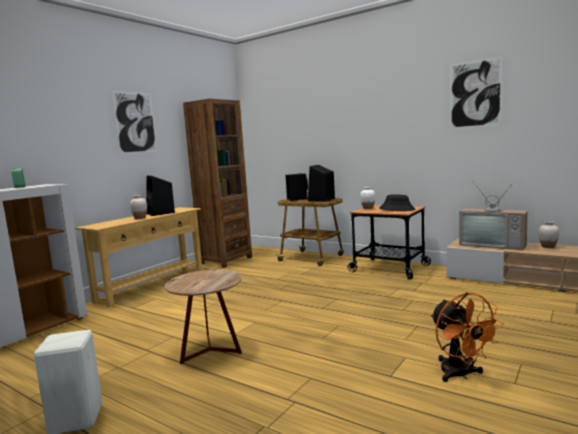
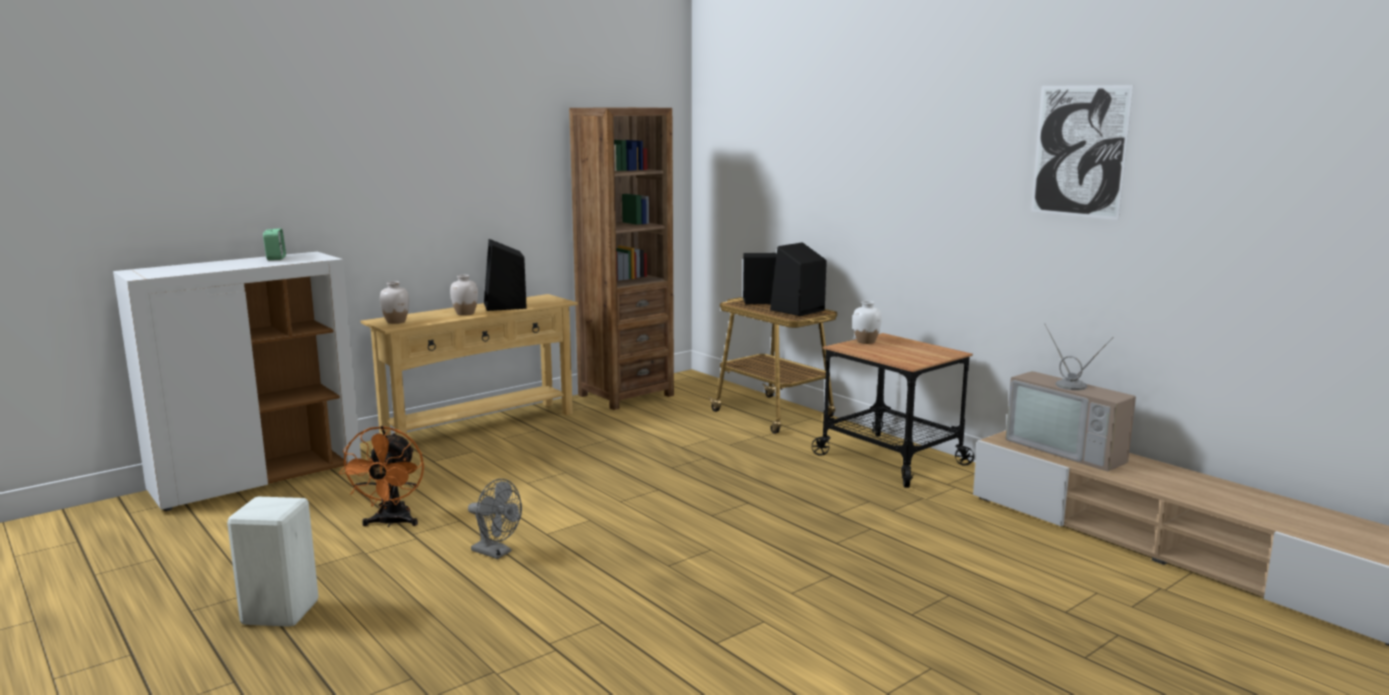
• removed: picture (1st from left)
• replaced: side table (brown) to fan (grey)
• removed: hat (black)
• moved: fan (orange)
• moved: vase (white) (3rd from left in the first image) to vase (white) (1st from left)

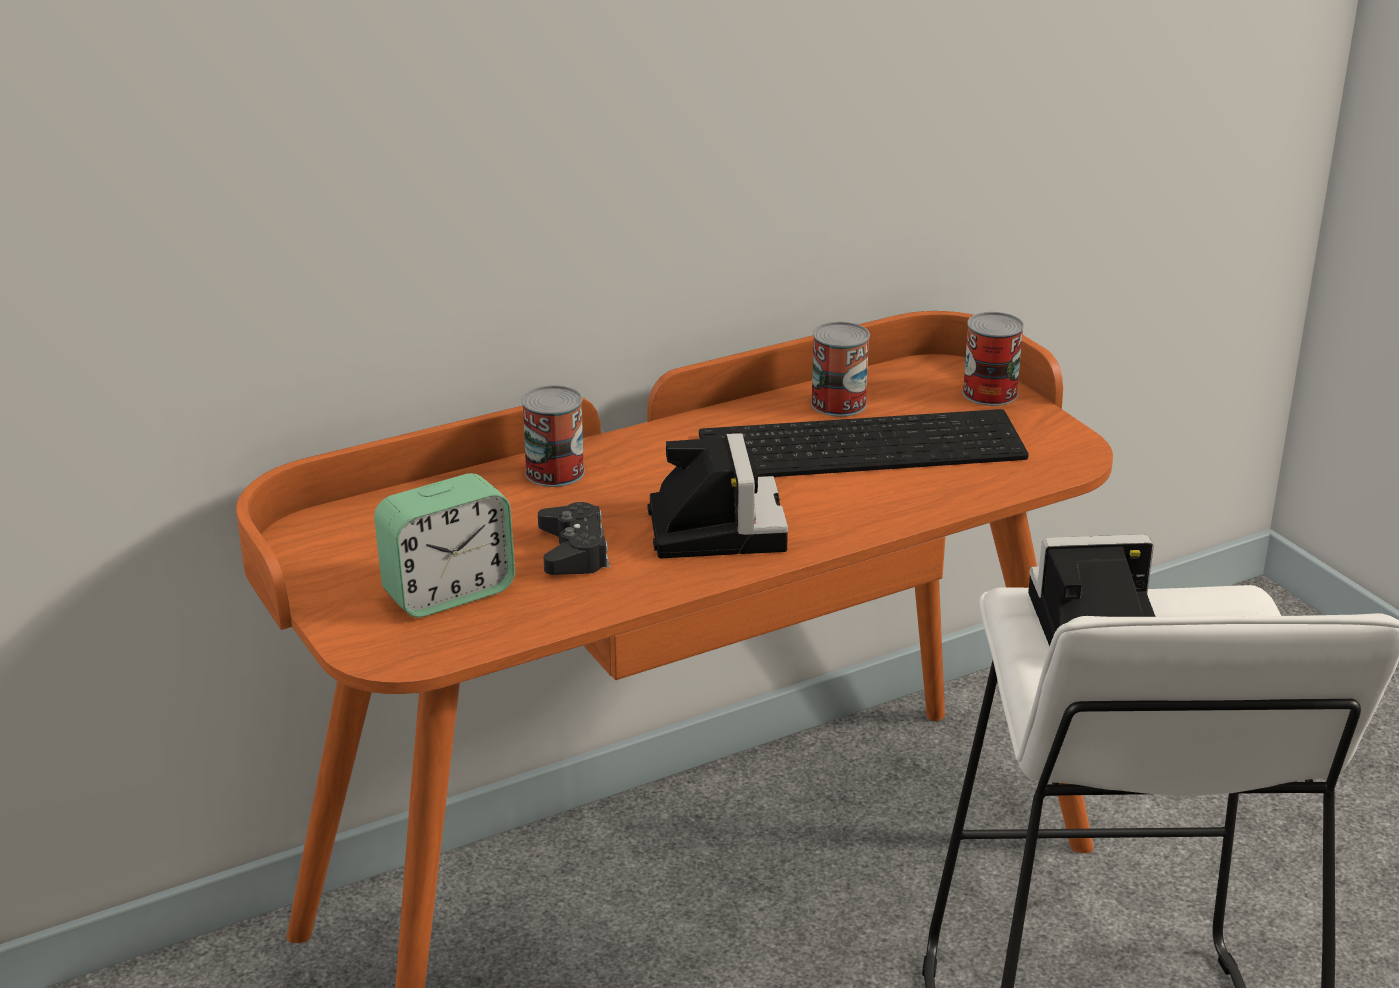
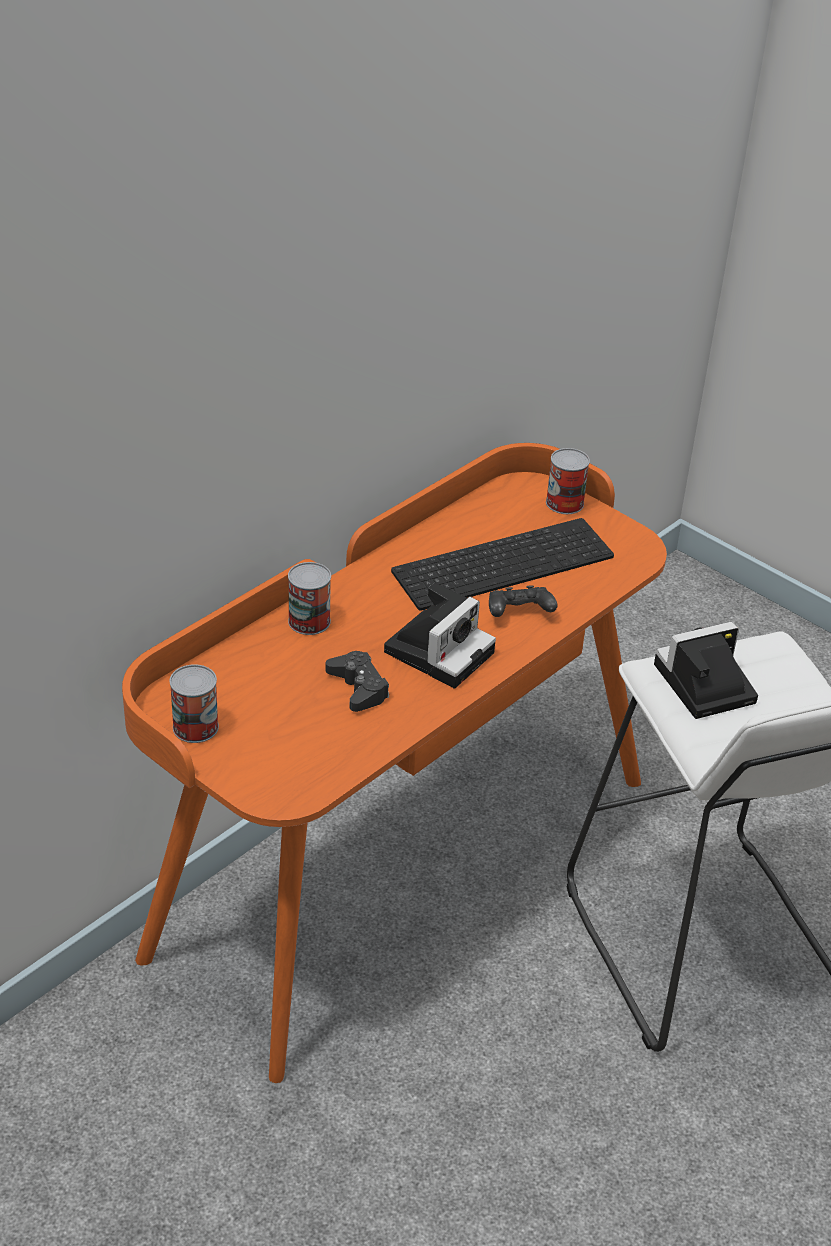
• removed: alarm clock
• turned: photo camera (1st from left) 60 degrees clockwise
• moved: can (2nd from left in the first image) to can (1st from left)
• added: game controller (black) (2nd from left)

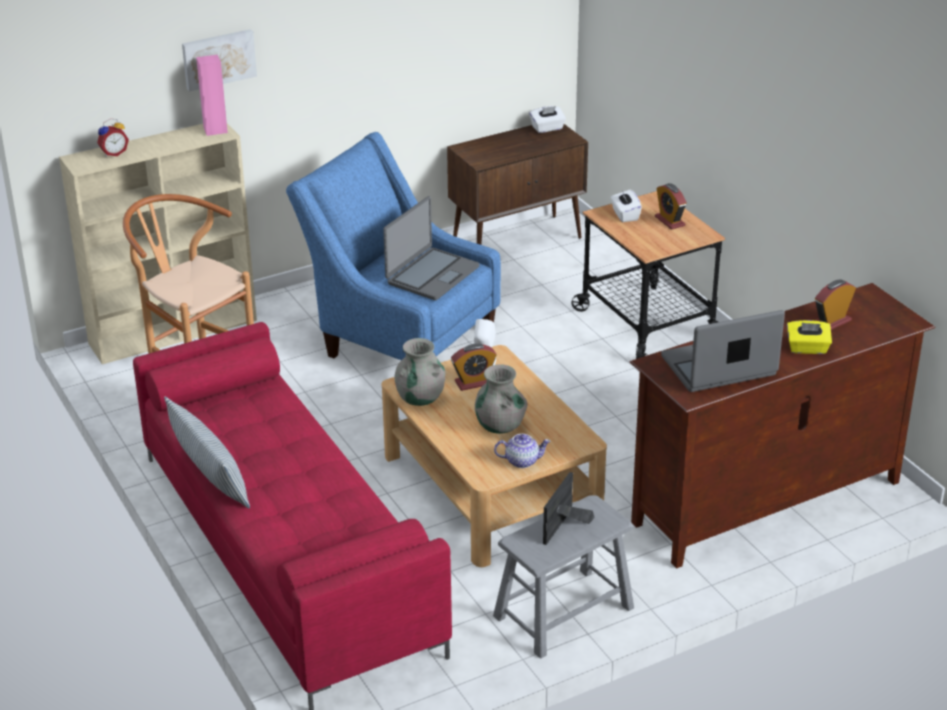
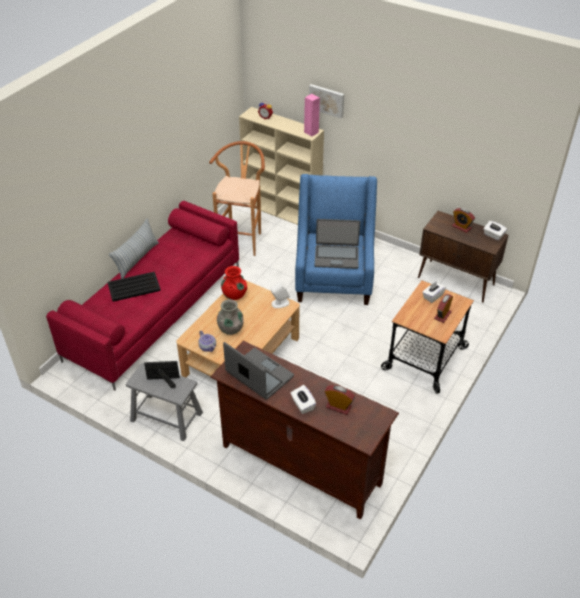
• recoloured: vase (grey) (1st from left) to vase (red)
• moved: alarm clock (2nd from left in the first image) to alarm clock (4th from left)
• recoloured: tissue box (yellow) to tissue box (white) (1st from left)
• added: tray (black)

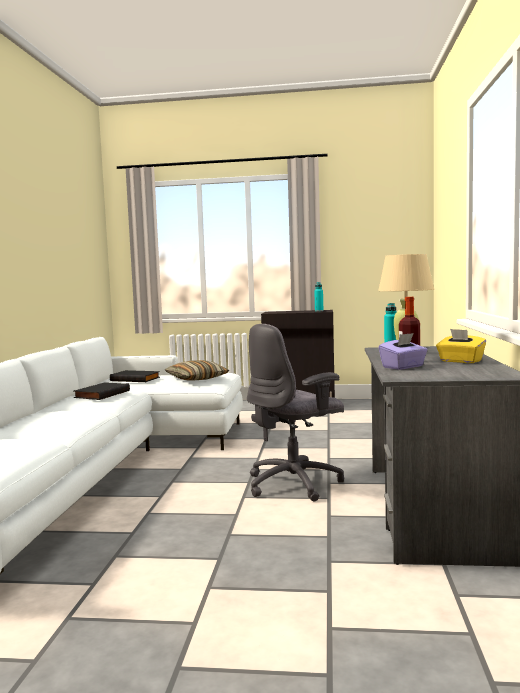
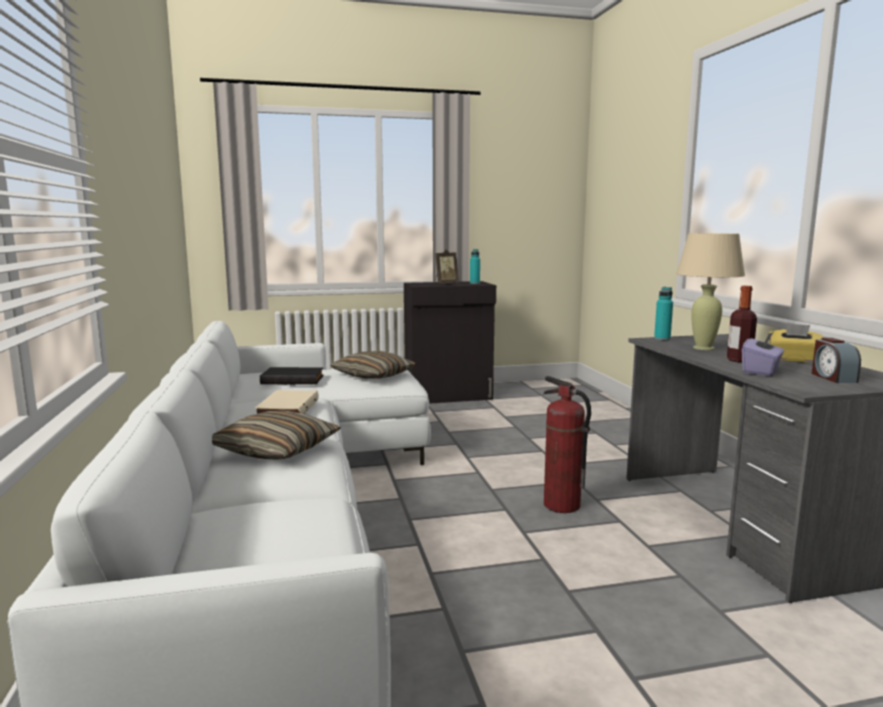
• recoloured: book (black) (1st from left) to book (beige)
• replaced: office chair (grey) to fire extinguisher
• added: pillow (1st from left)
• added: picture frame
• added: alarm clock

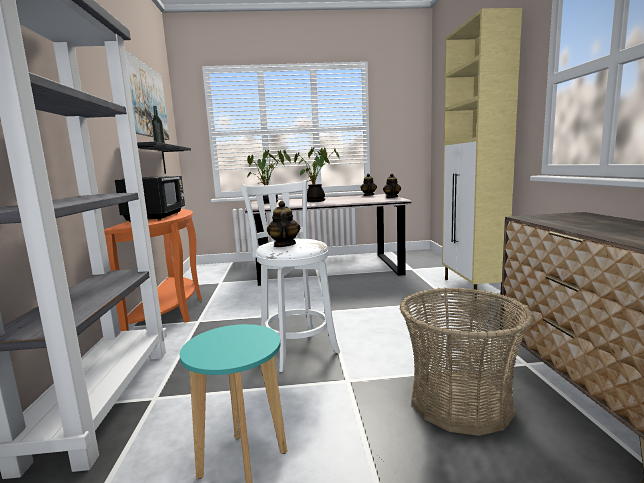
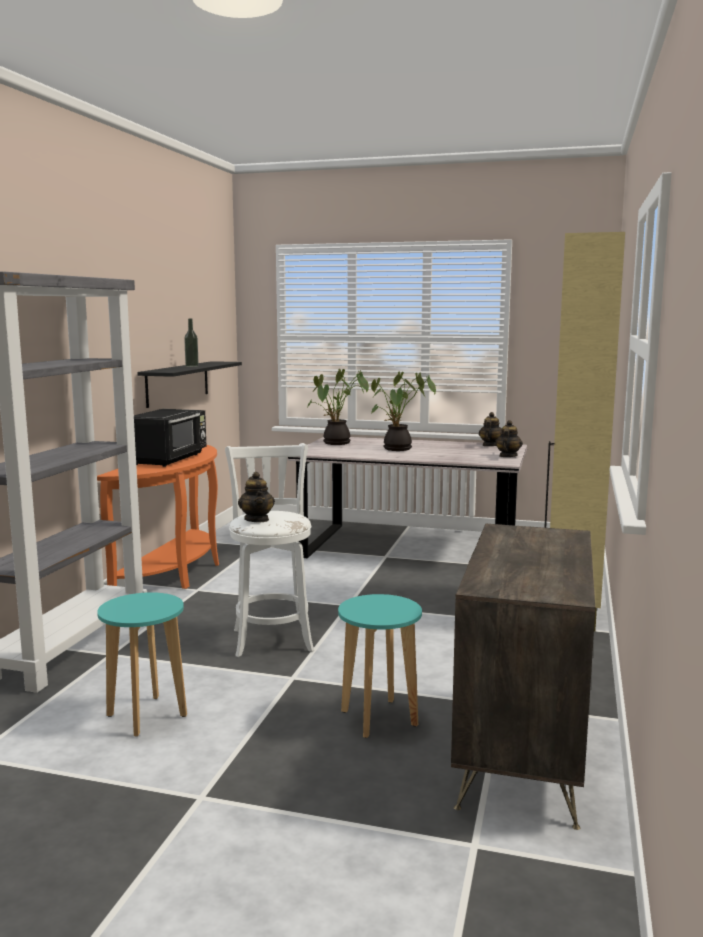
• removed: picture
• turned: teapot (1st from left) 150 degrees clockwise
• replaced: basket to stool (turquoise) (2nd from left)

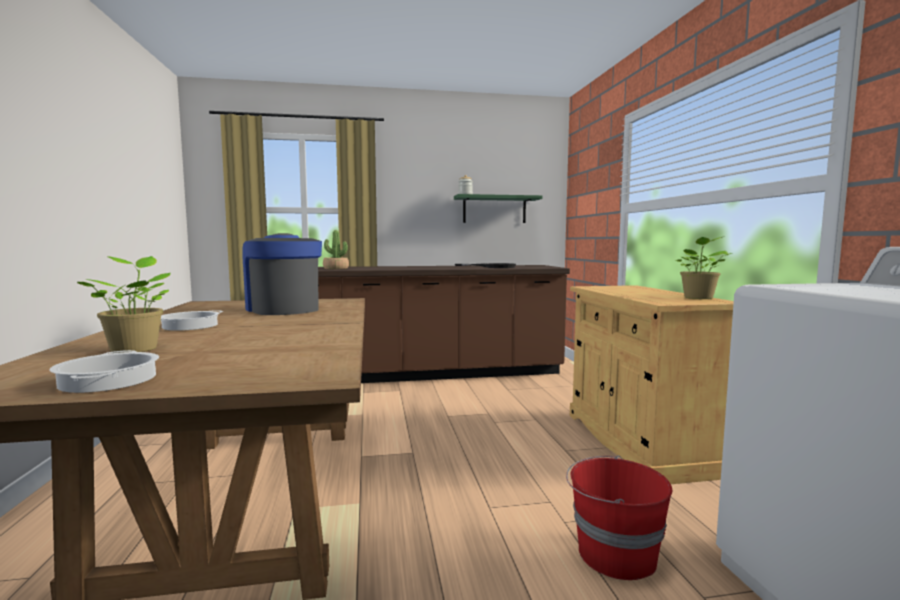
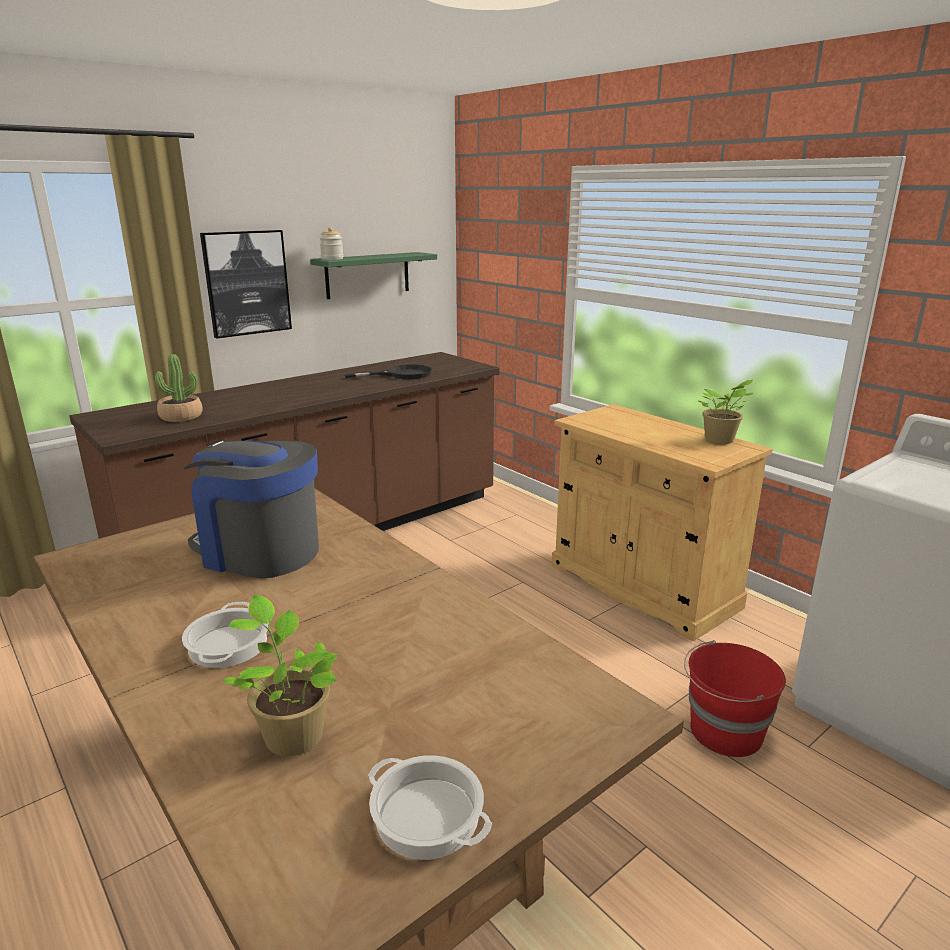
• added: picture

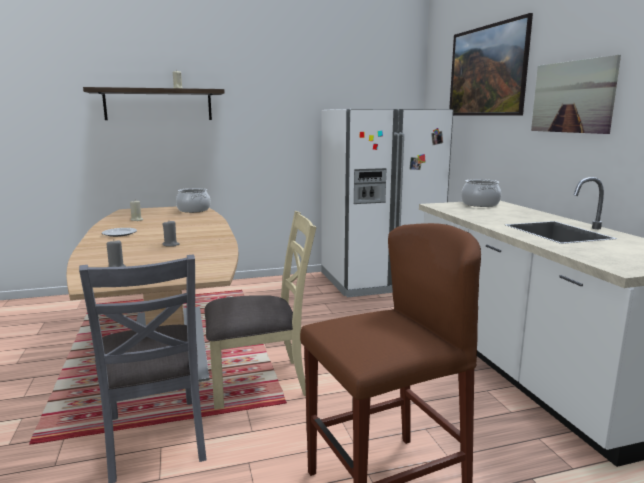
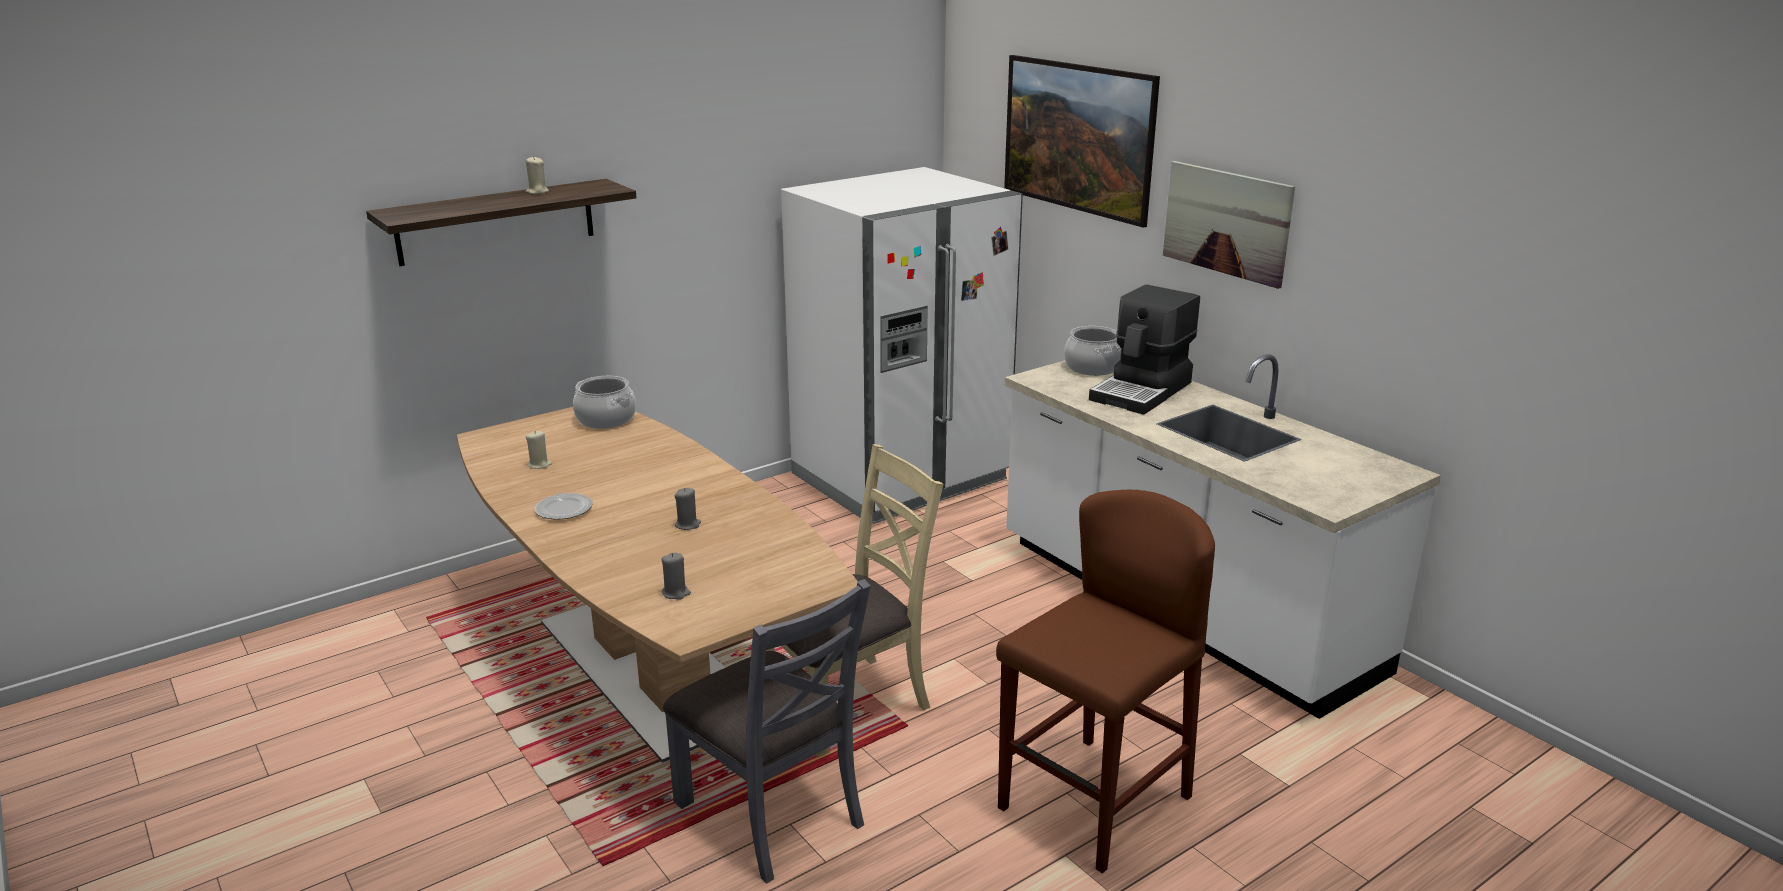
• added: coffee machine

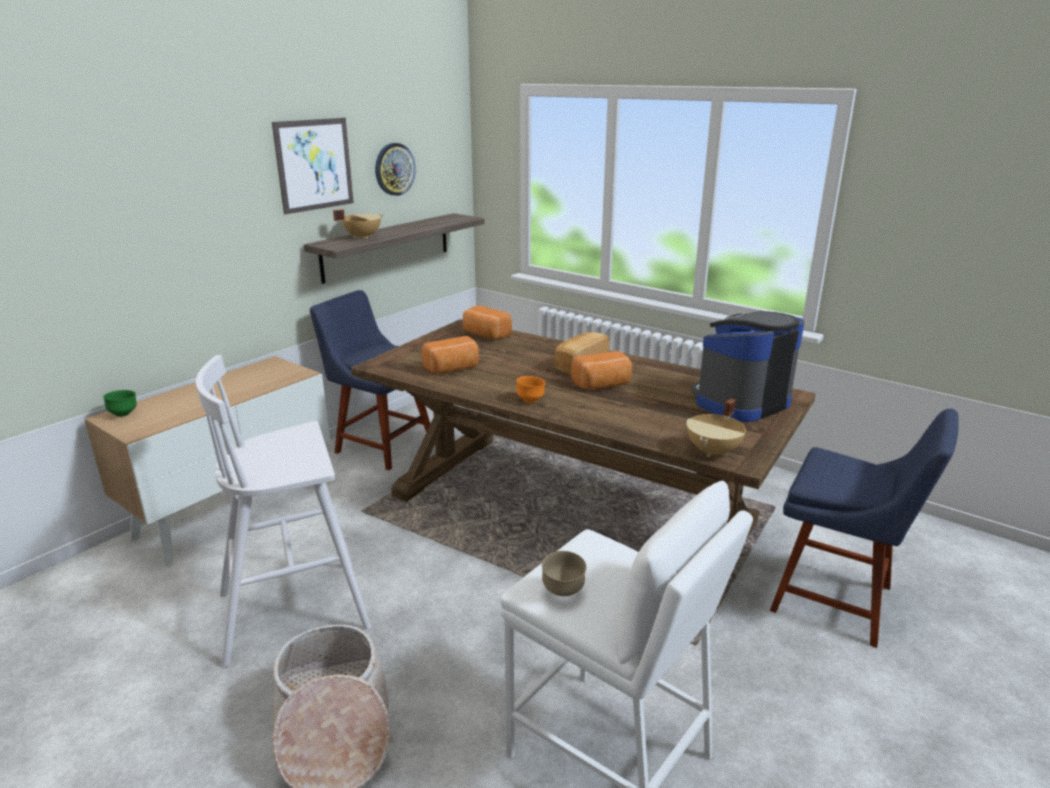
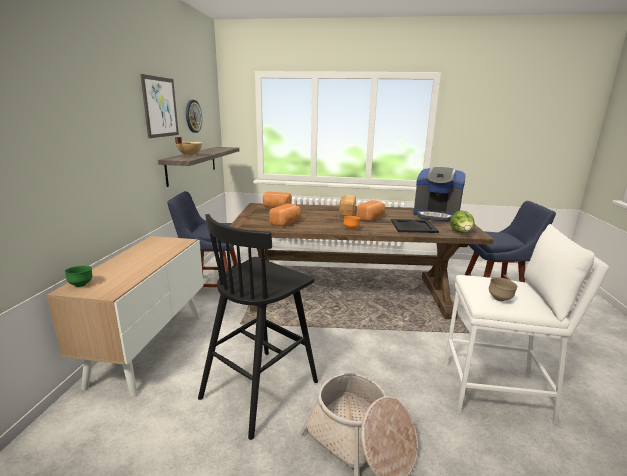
• recoloured: stool (white) (1st from left) to stool (black)
• replaced: cooking pot (beige) (2nd from left) to lettuce
• turned: coffee machine 90 degrees counterclockwise
• added: tray (black)

